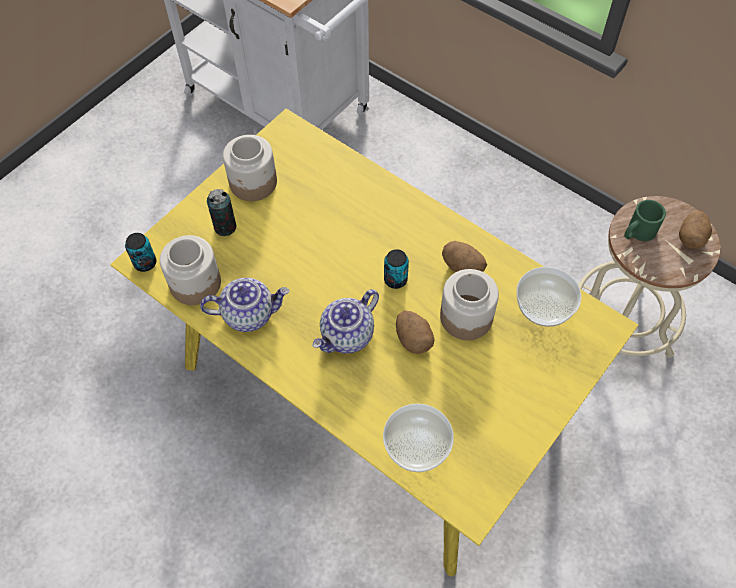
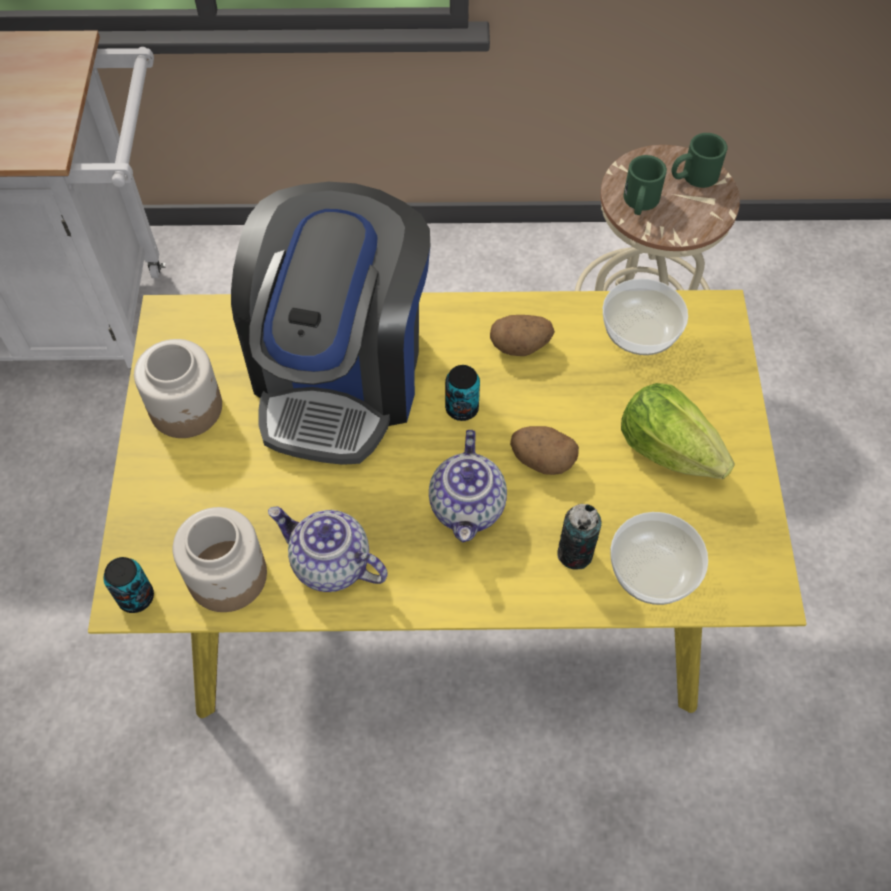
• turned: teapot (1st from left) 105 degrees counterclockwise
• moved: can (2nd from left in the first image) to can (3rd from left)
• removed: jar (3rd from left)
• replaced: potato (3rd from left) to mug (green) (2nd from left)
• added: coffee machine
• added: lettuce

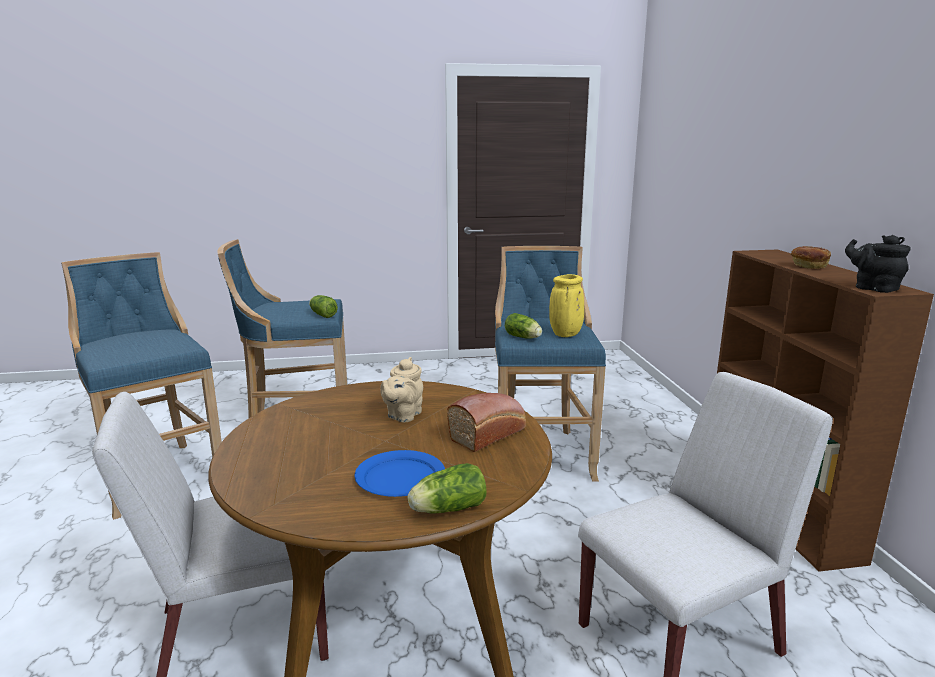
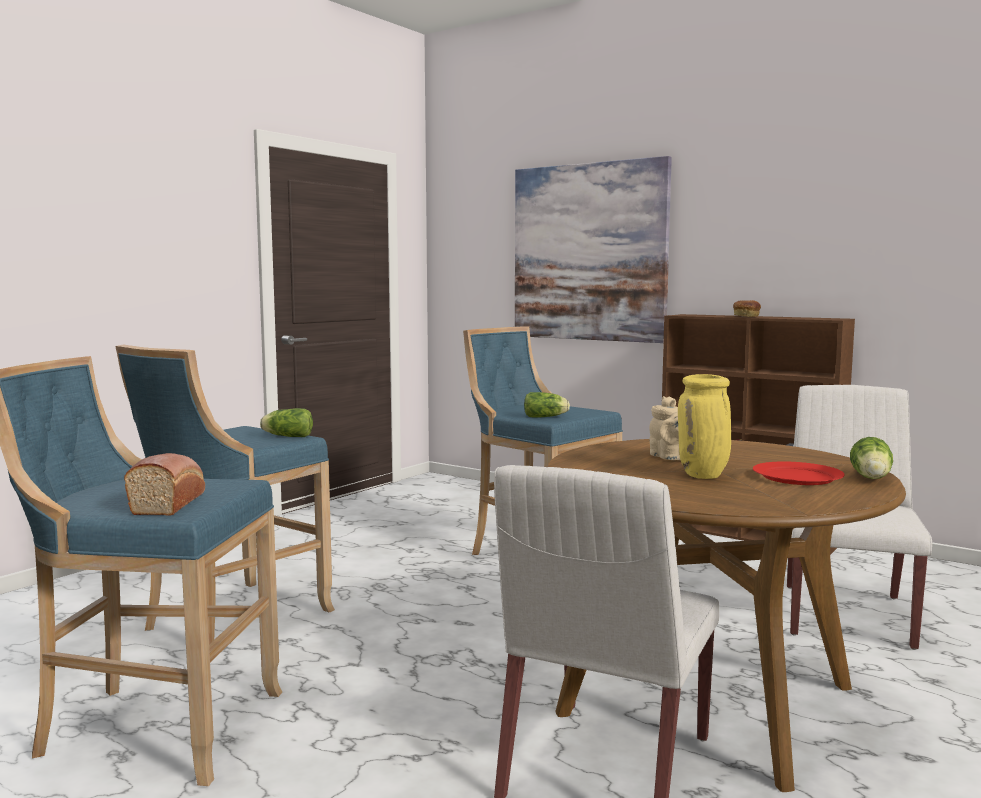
• recoloured: plate (blue) to plate (red)
• moved: bread (1st from left)
• moved: vase (yellow)
• removed: teapot (black)
• added: picture

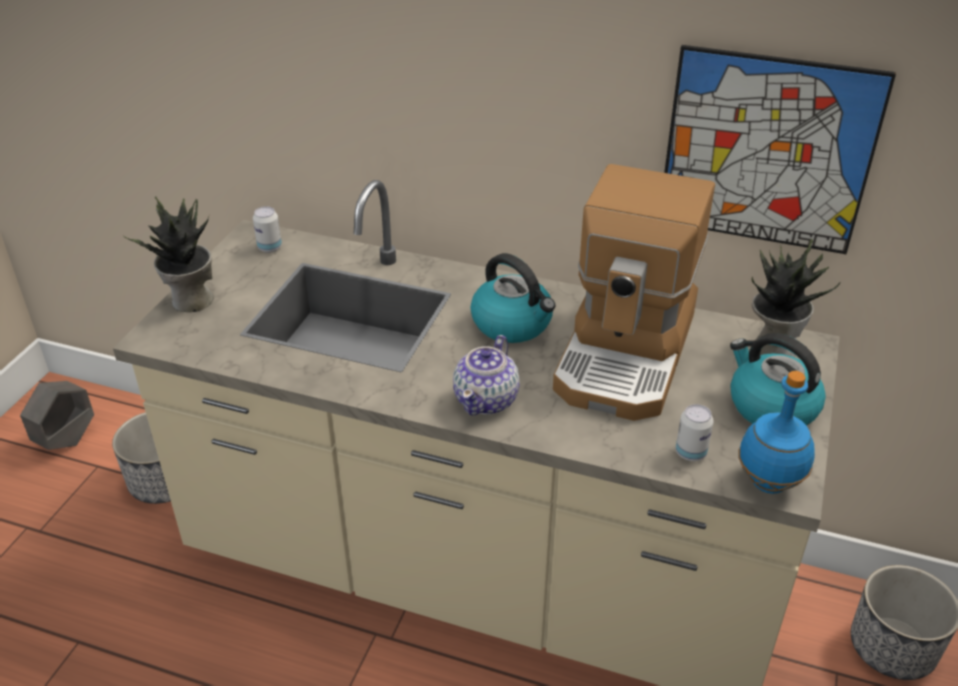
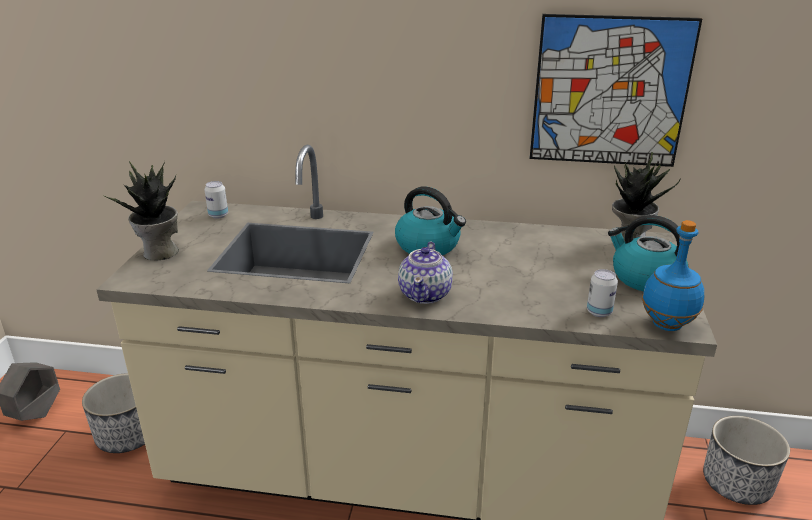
• removed: coffee machine

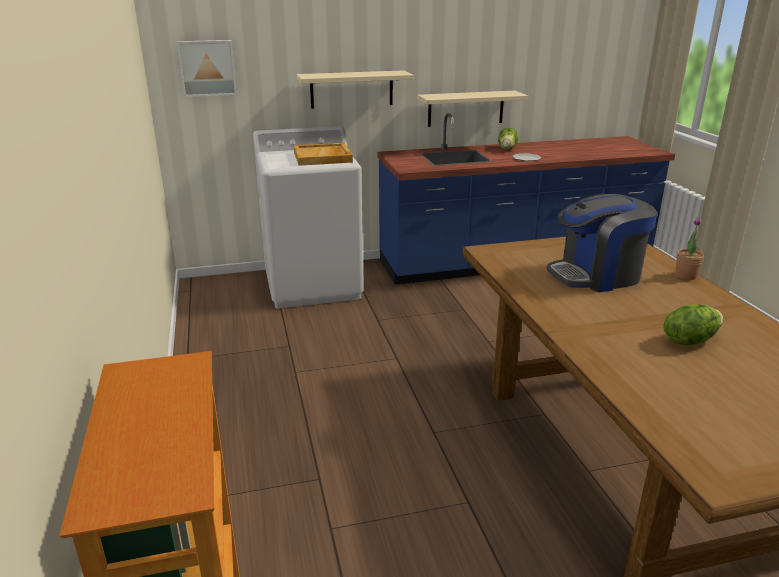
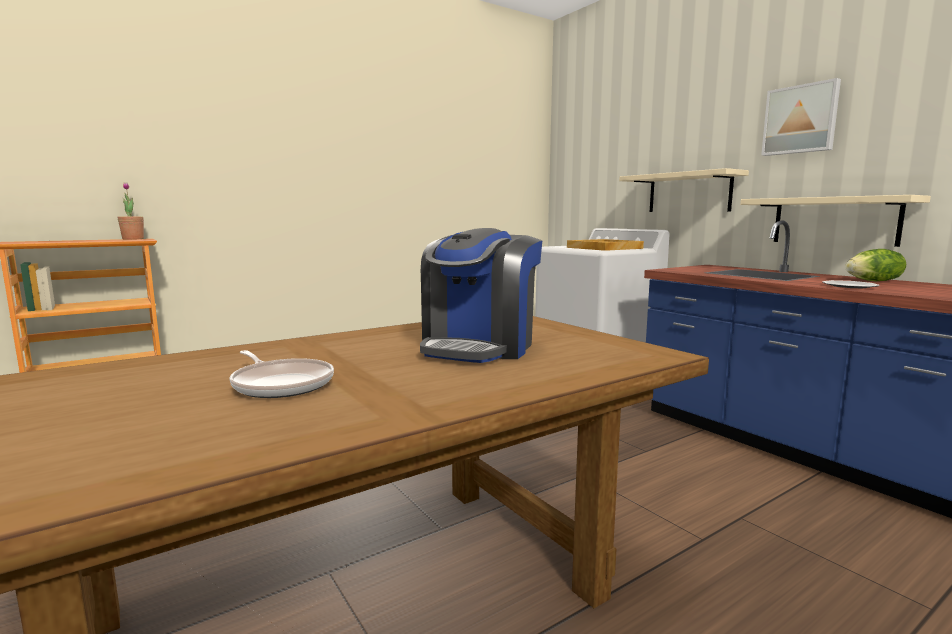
• moved: picture
• turned: coffee machine 120 degrees counterclockwise
• replaced: lettuce (2nd from left) to frying pan
• moved: potted plant

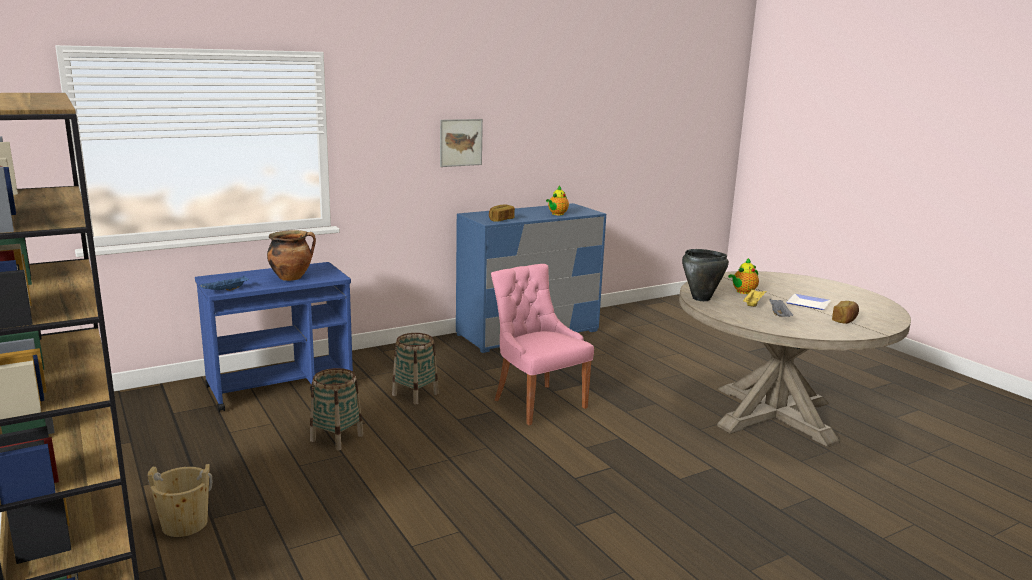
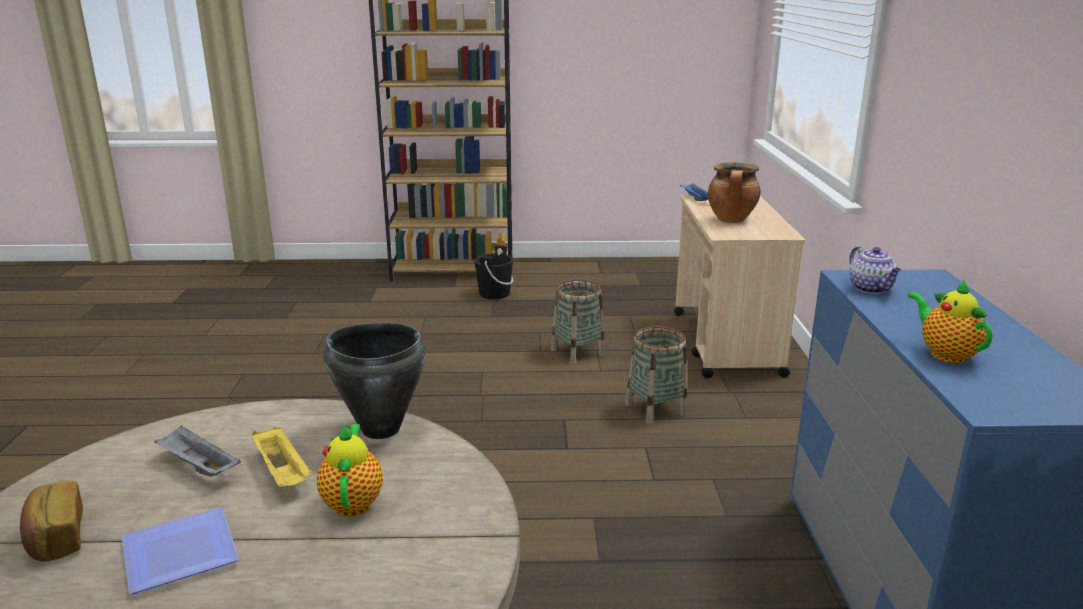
• recoloured: bucket (beige) to bucket (black)
• recoloured: cart (blue) to cart (beige)
• removed: picture
• replaced: bread (1st from left) to teapot (2nd from left)
• removed: chair (pink)

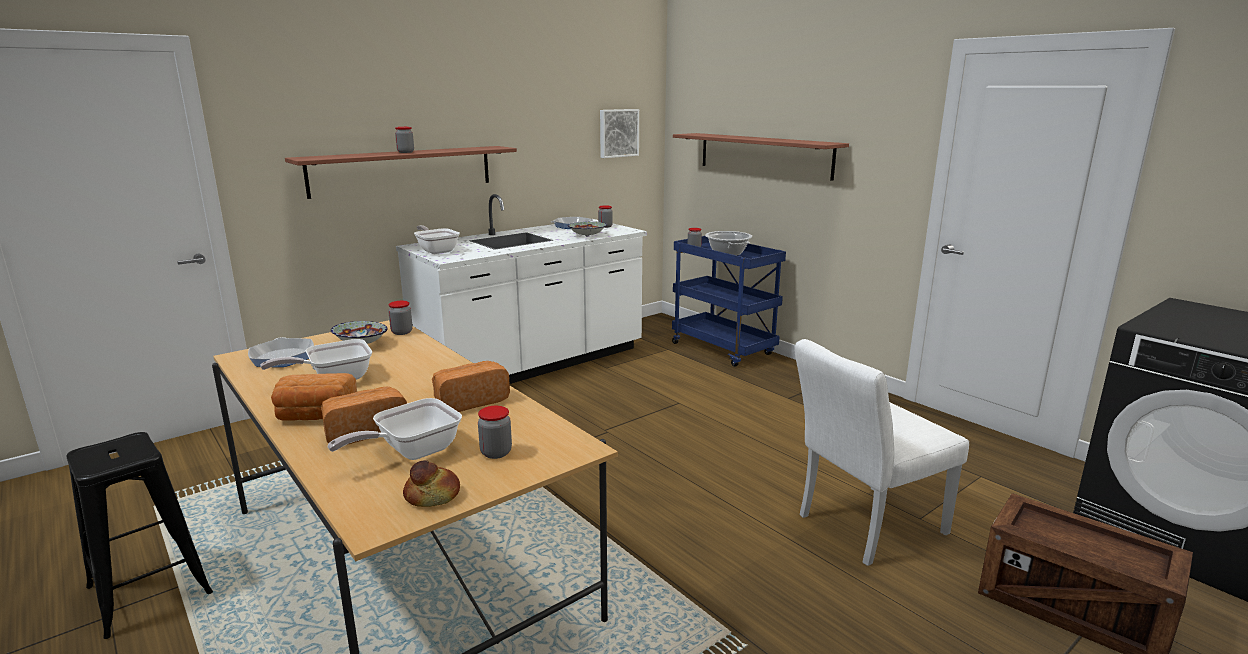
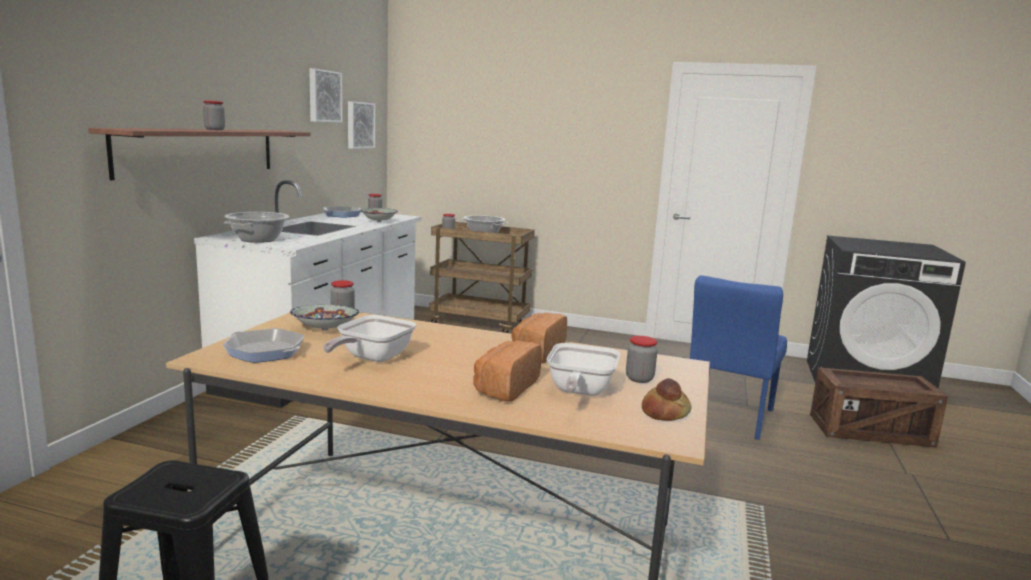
• removed: bread (1st from left)
• replaced: frying pan (4th from left) to cooking pot (1st from left)
• recoloured: cart (blue) to cart (brown)
• removed: shelf (2nd from left)
• recoloured: chair (white) to chair (blue)
• added: picture (1st from left)

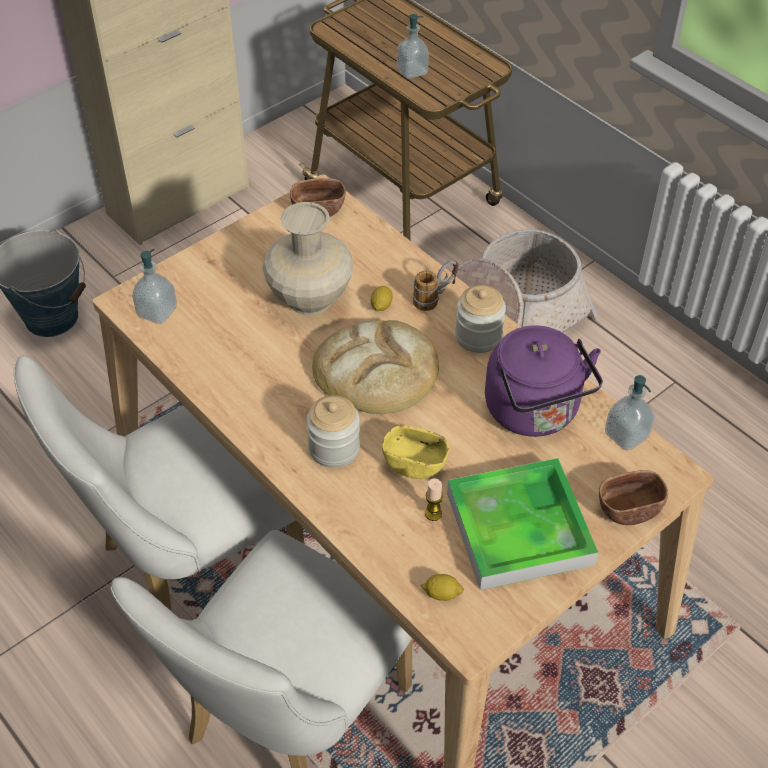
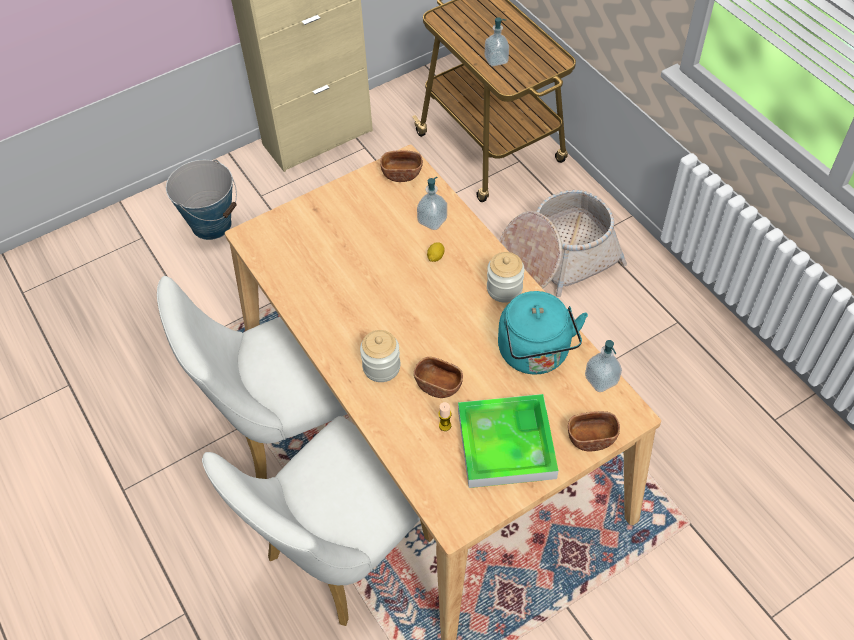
• moved: soap dispenser (1st from left)
• removed: vase (beige)
• removed: bread
• recoloured: bowl (yellow) to bowl (brown) (2nd from left)
• removed: mug
• removed: lemon (2nd from left)
• recoloured: kettle (purple) to kettle (turquoise)

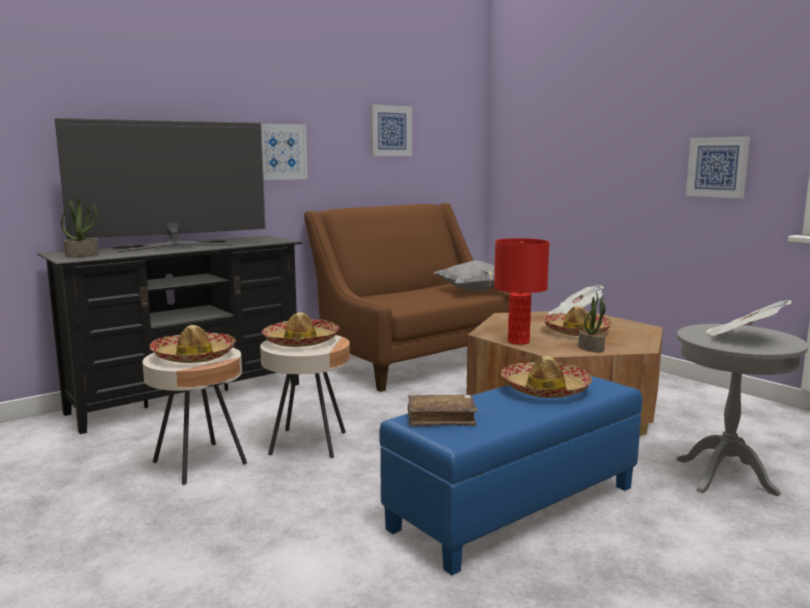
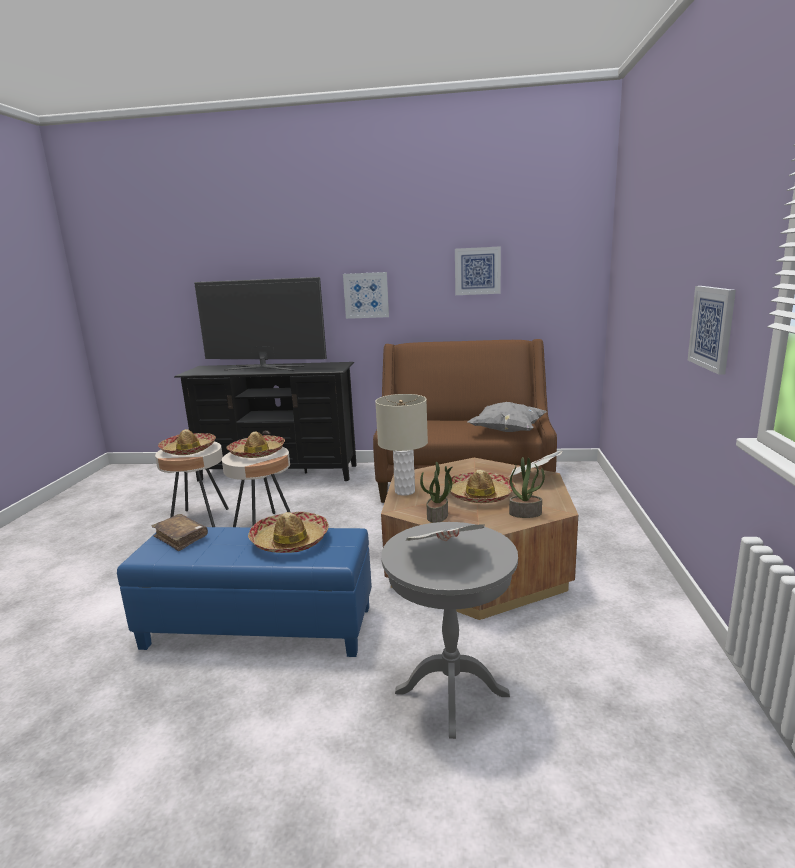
• moved: potted plant (1st from left in the first image) to potted plant (2nd from left)
• recoloured: table lamp (red) to table lamp (beige)

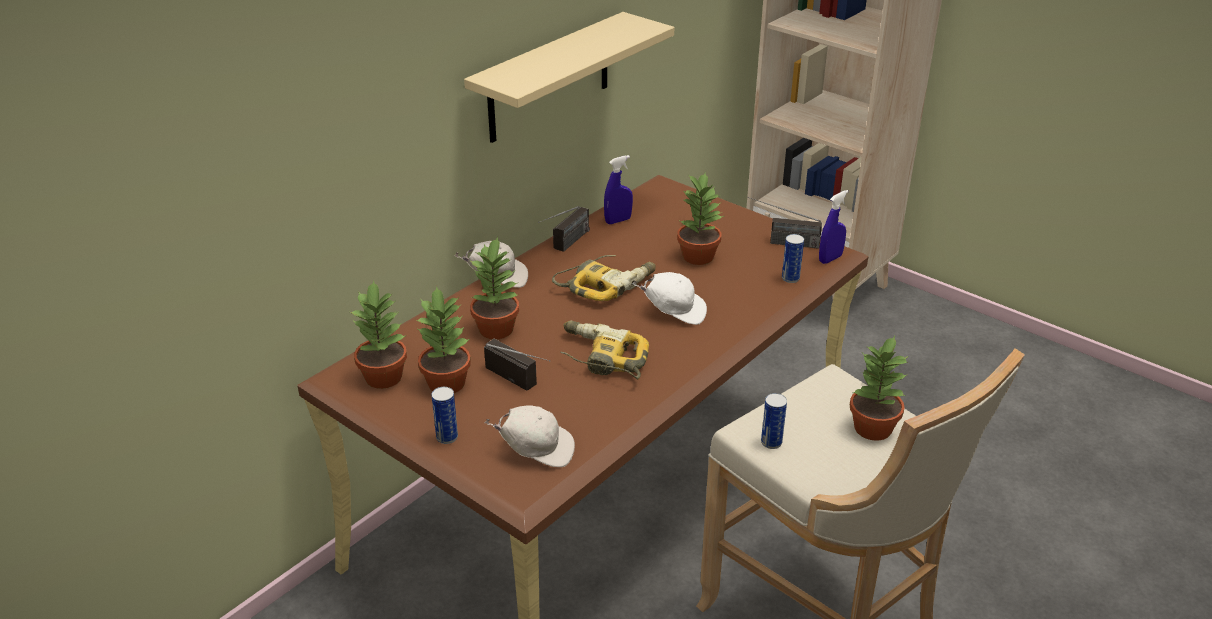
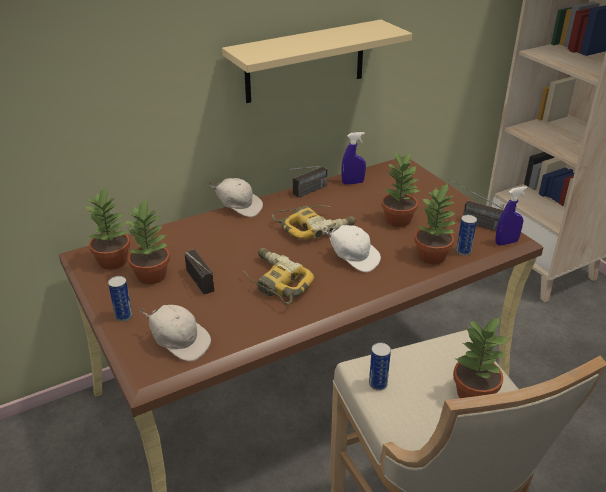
• moved: potted plant (3rd from left in the first image) to potted plant (4th from left)

